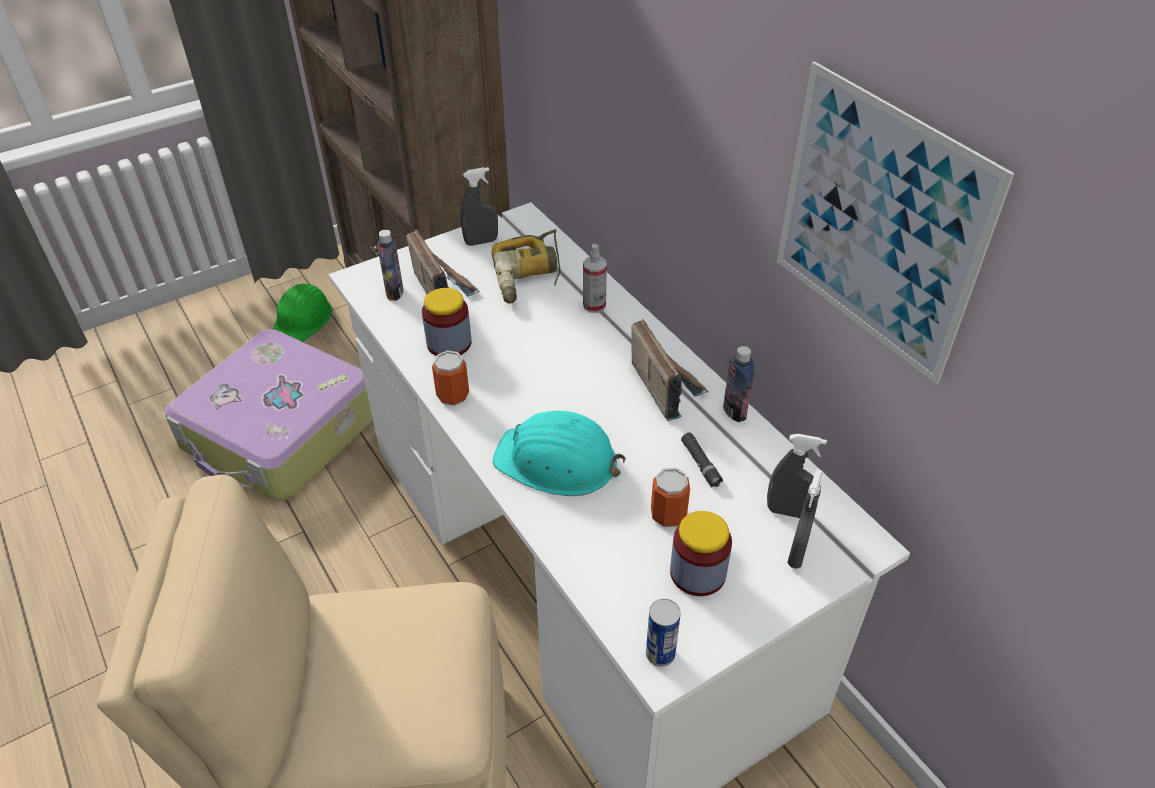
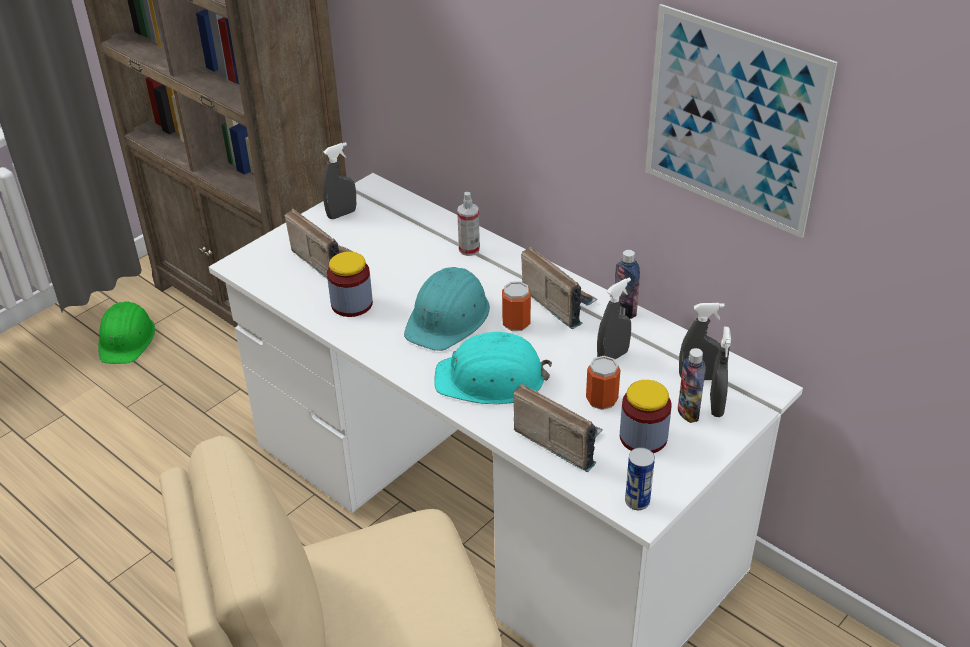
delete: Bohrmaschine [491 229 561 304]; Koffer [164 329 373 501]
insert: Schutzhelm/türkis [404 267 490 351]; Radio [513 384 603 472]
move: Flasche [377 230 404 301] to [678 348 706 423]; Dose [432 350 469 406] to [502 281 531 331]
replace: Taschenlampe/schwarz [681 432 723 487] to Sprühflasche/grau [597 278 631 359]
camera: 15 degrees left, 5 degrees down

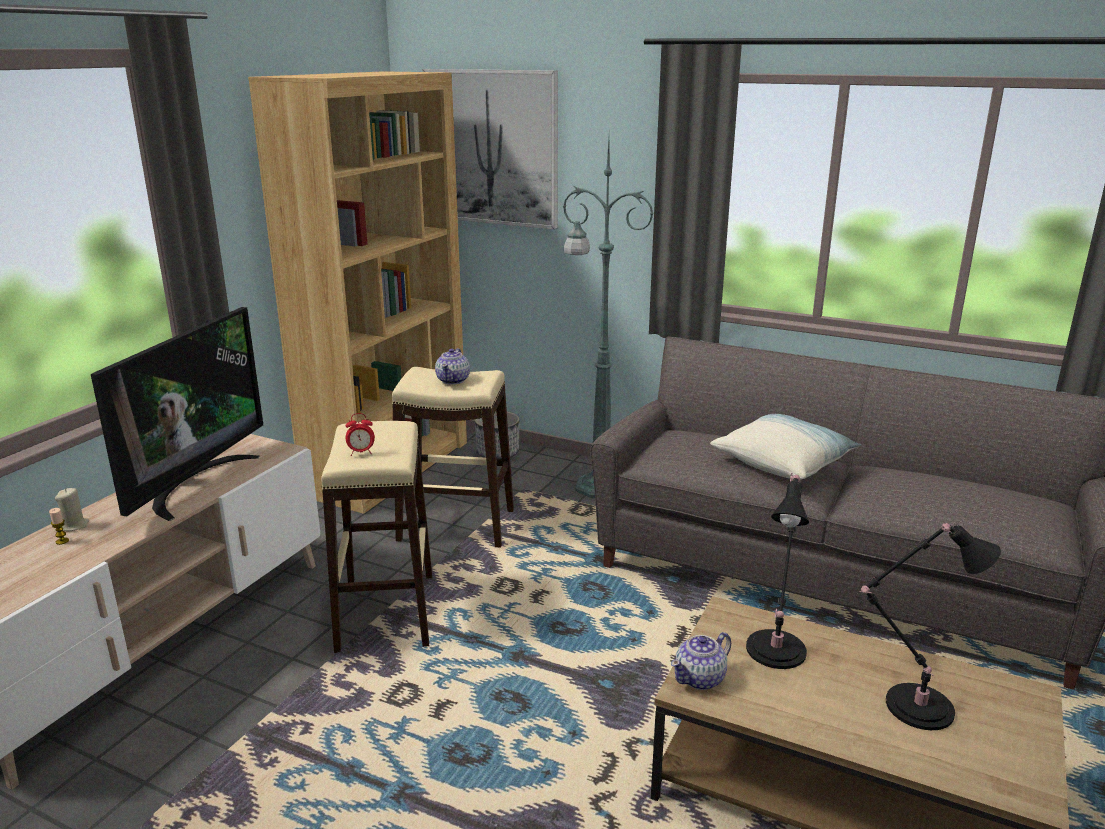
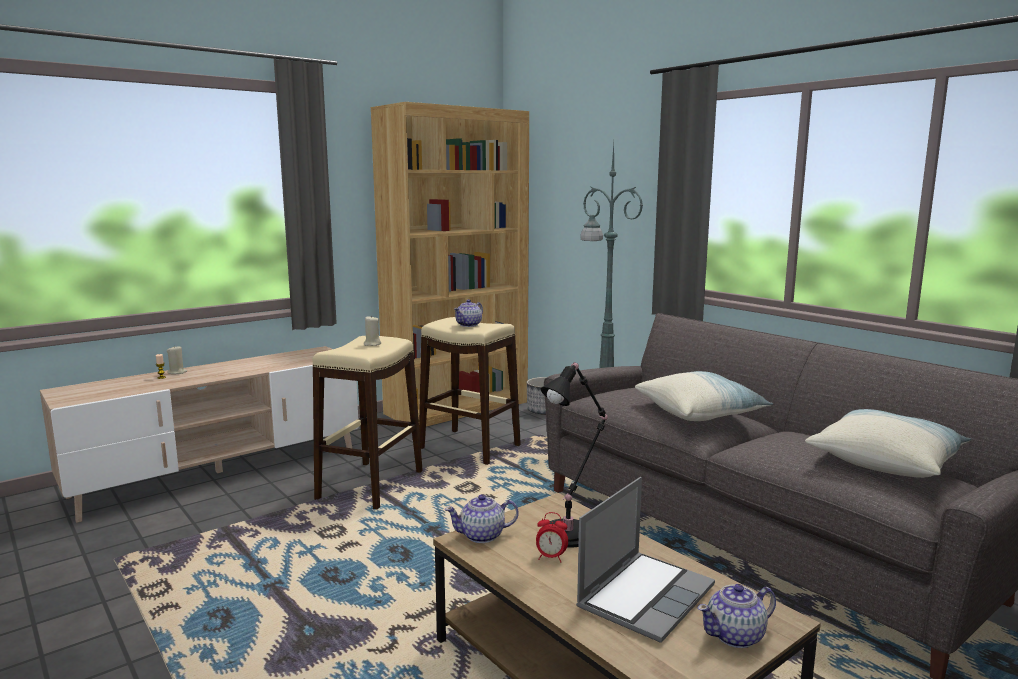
delete: Bild [422 69 558 230]; Fernseher [91 307 263 521]
insert: Kerze/beige [364 315 381 346]; Kissen [805 409 971 478]; Teekanne [697 584 776 648]
move: Wecker [346 413 375 456] to [536 512 568 563]
replace: Tischlampe/schwarz [860 523 1001 730] to Laptop [576 477 715 643]
camera: 25 degrees right, 10 degrees down

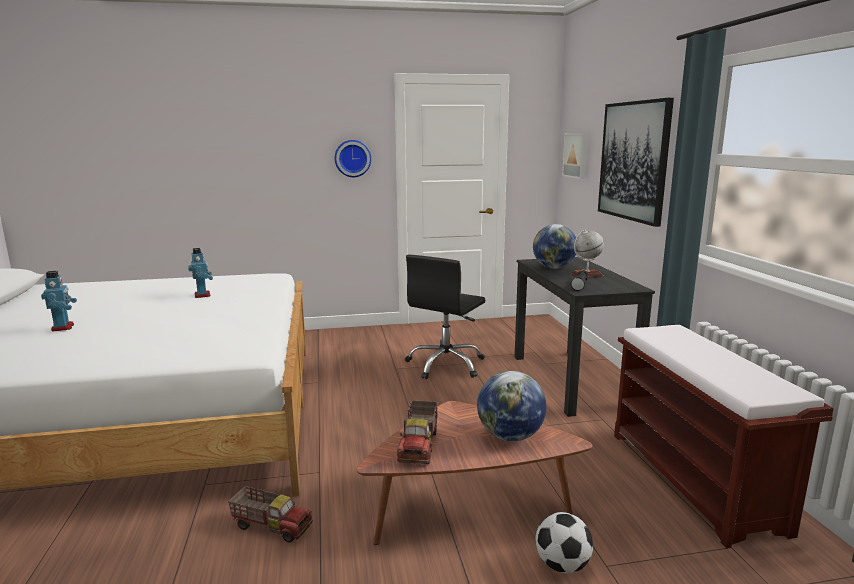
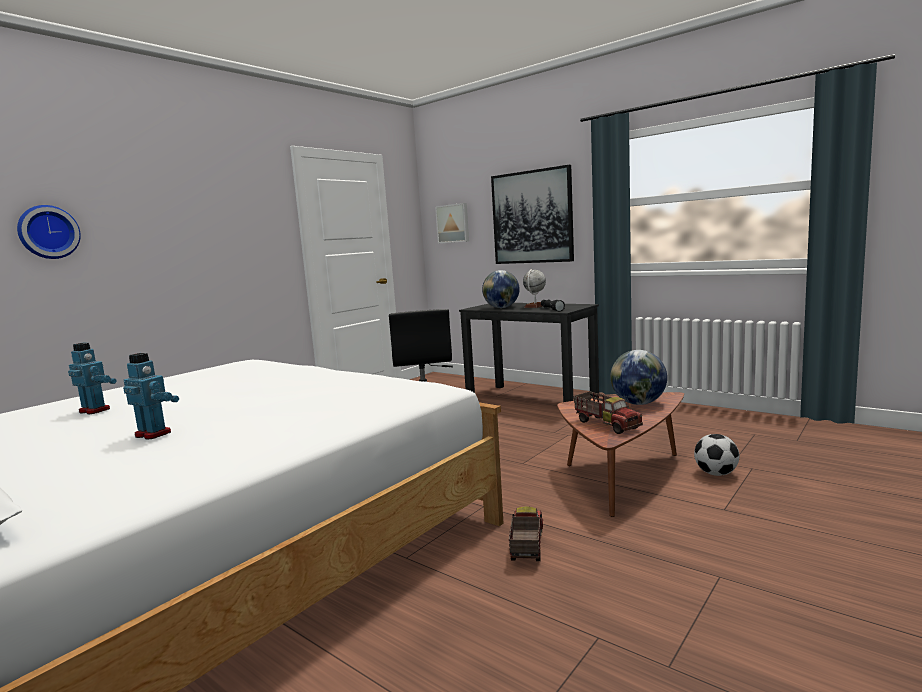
delete: Bank/braun [614 325 834 548]
move: Wanduhr [335 140 371 177] to [17 205 81 259]; Spielzeugroboter [188 248 213 298] to [68 343 117 414]
rotate: Spielzeuglaster [228 486 313 542] = [509 506 543 561] 60 degrees counterclockwise
camera: 40 degrees left, 5 degrees down

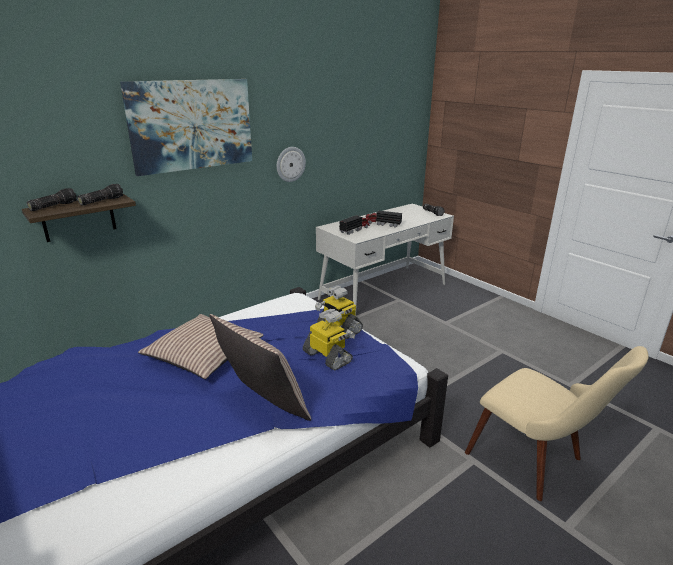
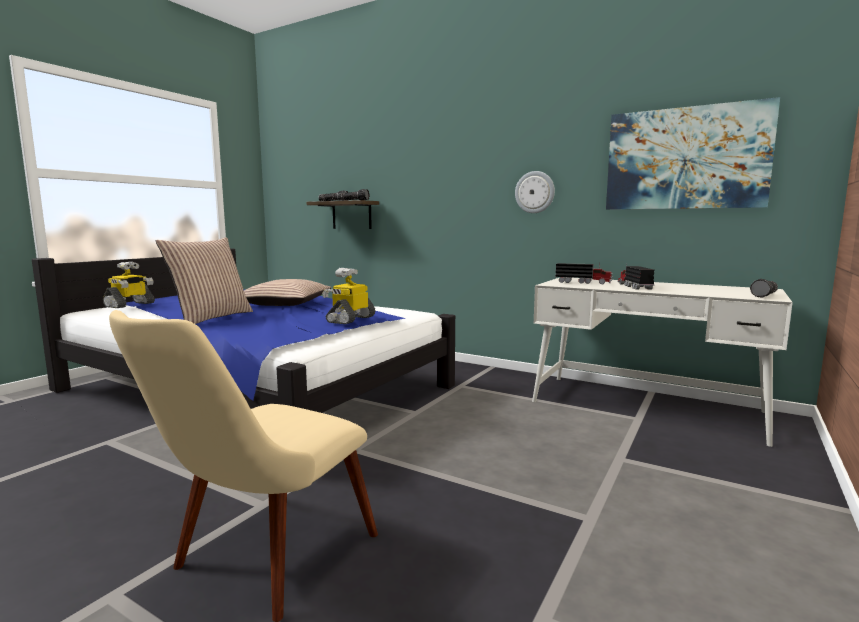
move: Bild [120 79 252 176] to [606 97 780 210]; Spielzeugroboter [303 309 355 370] to [103 262 155 308]
camera: 70 degrees right, 15 degrees down

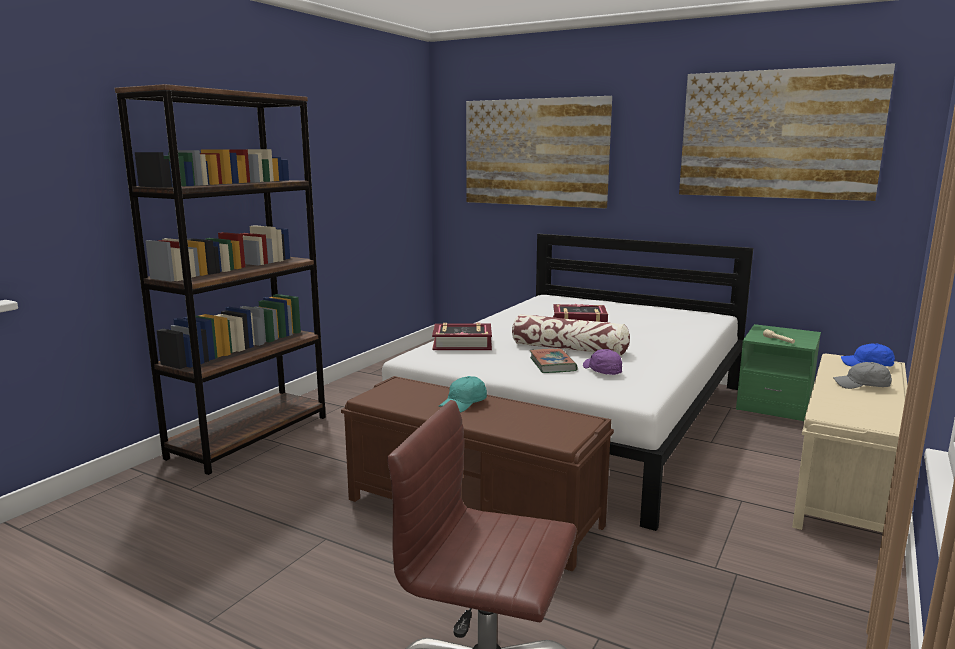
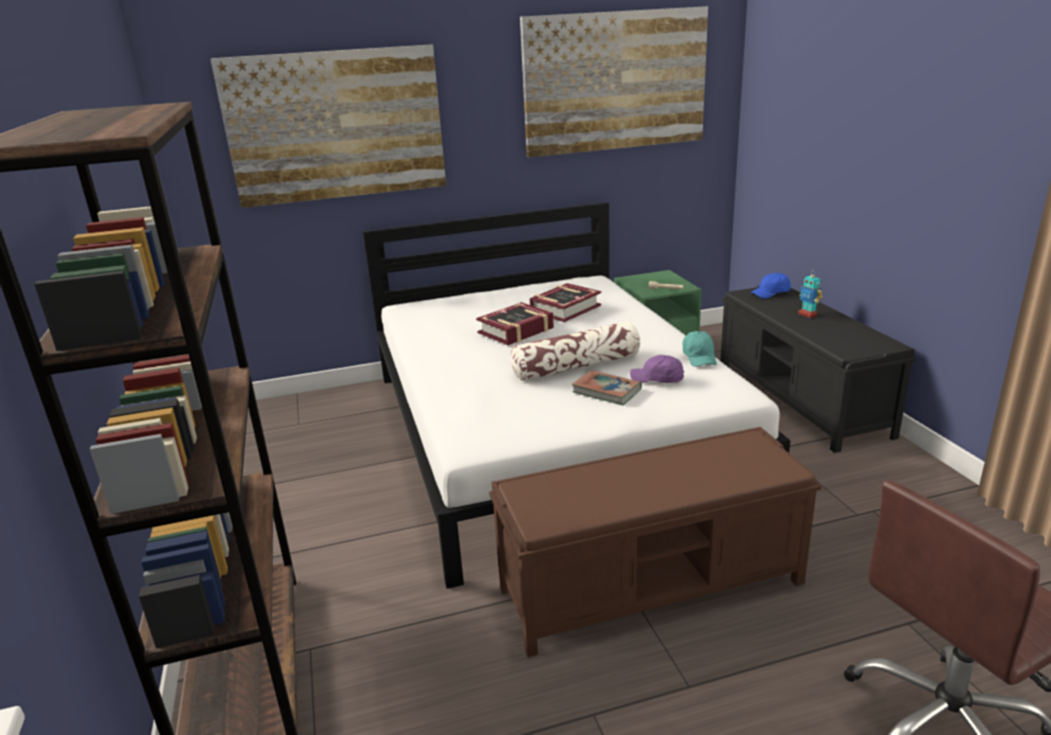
move: Buch [432 323 492 350] to [530 283 601 322]; Kappe/türkis [439 376 487 413] to [683 331 717 367]
replace: Kappe/grau [833 362 892 389] to Spielzeugroboter [798 270 822 318]
recolor: Bank/beige [792 354 907 533] to Bank/schwarz [720 286 916 453]
camera: 45 degrees left, 10 degrees up

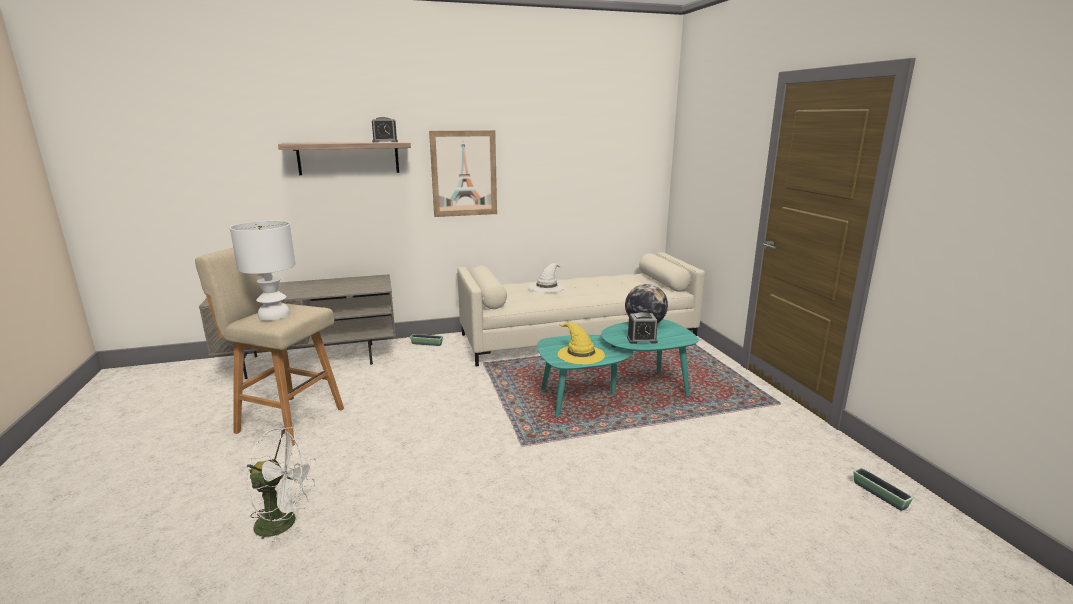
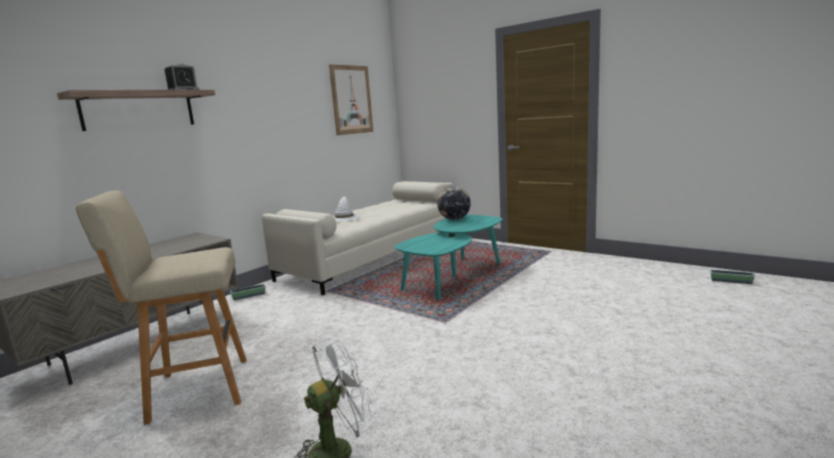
delete: Tischlampe/weiß [230 221 295 321]; Wecker [627 312 658 344]; Hut/gelb [557 322 605 365]
move: Bild [429 130 497 217] to [329 64 373 135]; Pflanzkübel [854 468 913 511] to [710 270 755 284]
camera: 35 degrees left, 5 degrees down

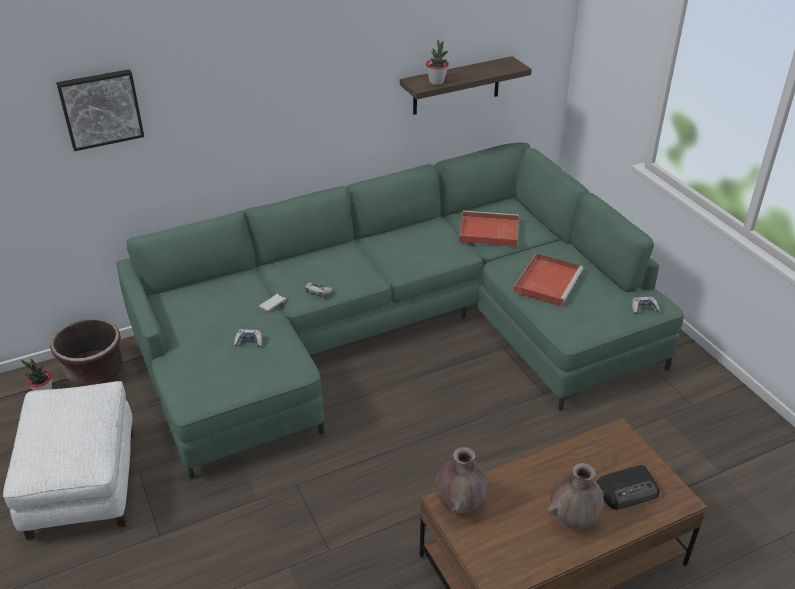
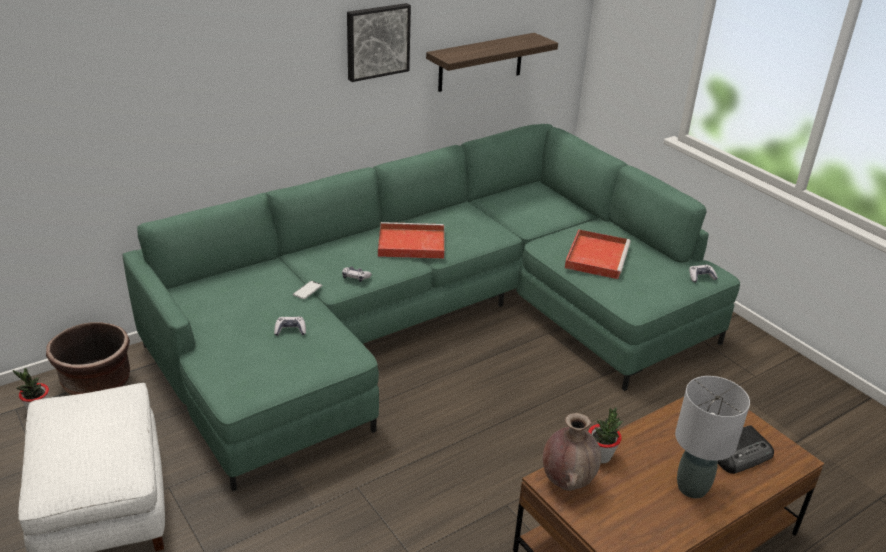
move: Topfpflanze [426 40 449 85] to [588 407 624 464]; Bild [56 69 144 151] to [347 3 411 82]; Tablett/rot [459 210 519 247] to [378 222 445 259]
replace: Vase/braun [547 463 604 529] to Tischlampe/grau [675 376 750 498]
camera: 10 degrees left, 5 degrees down

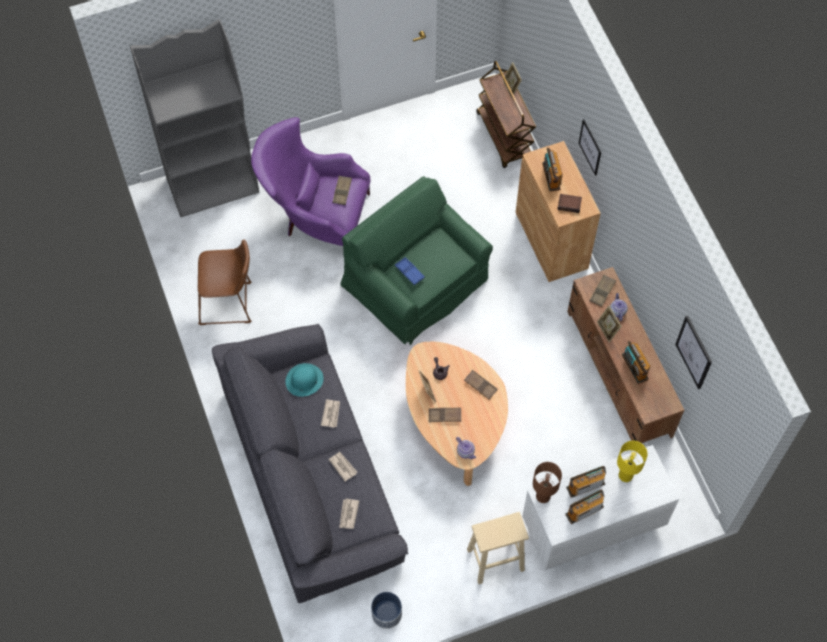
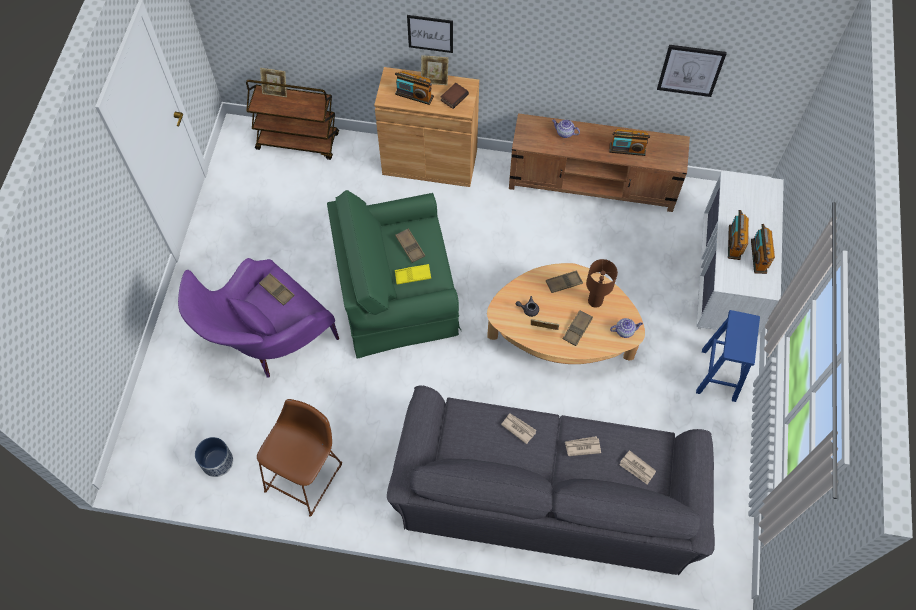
delete: Bücherregal/grau [130 19 259 217]; Hut/türkis [285 363 324 397]; Tischlampe/gelb [617 441 647 482]
move: Tablett/braun [589 275 616 307] to [395 228 425 263]; Bilderrahmen [597 306 622 342] to [421 55 449 85]; Tischlampe/braun [533 462 562 503] to [586 259 618 308]; Pflanzkübel [371 592 402 629] to [195 437 233 477]
recolor: Tablett/blau [395 257 425 285] to Tablett/gelb [395 264 431 285]; Hocker/beige [467 512 529 584] to Hocker/blau [696 310 760 402]
camera: 60 degrees left, 0 degrees up

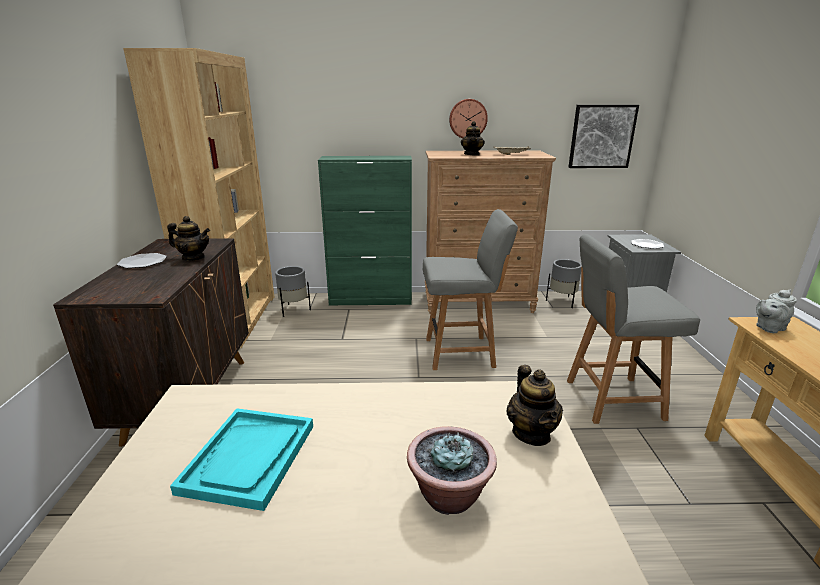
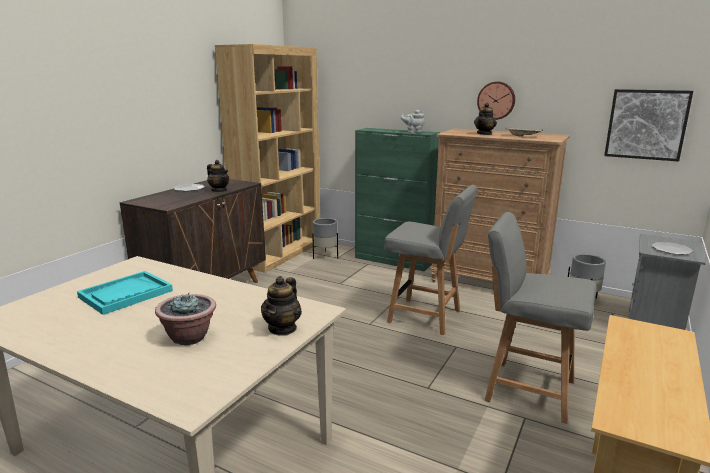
move: Teekanne/grau [756 290 797 333] to [401 110 425 133]
camera: 30 degrees right, 5 degrees down

